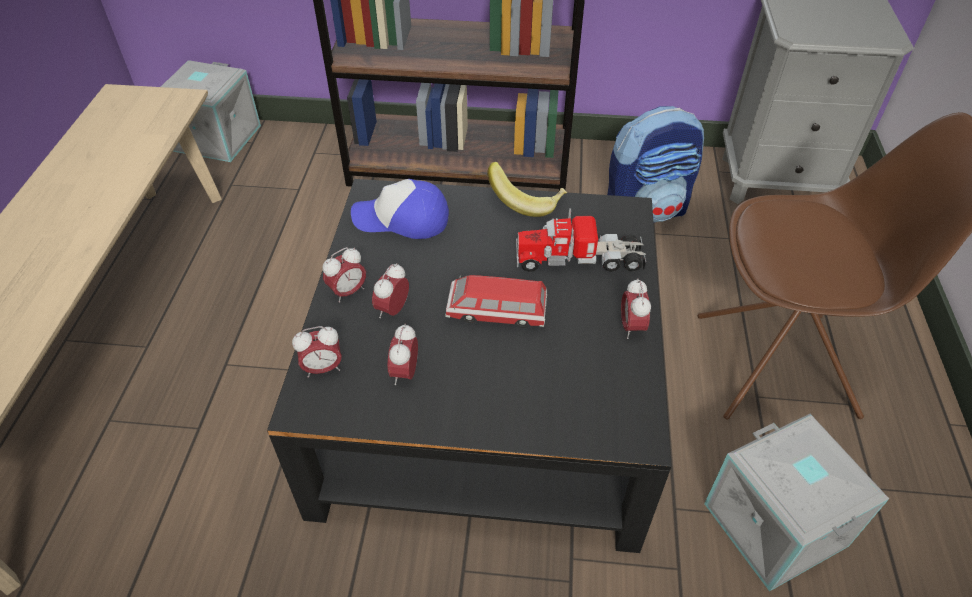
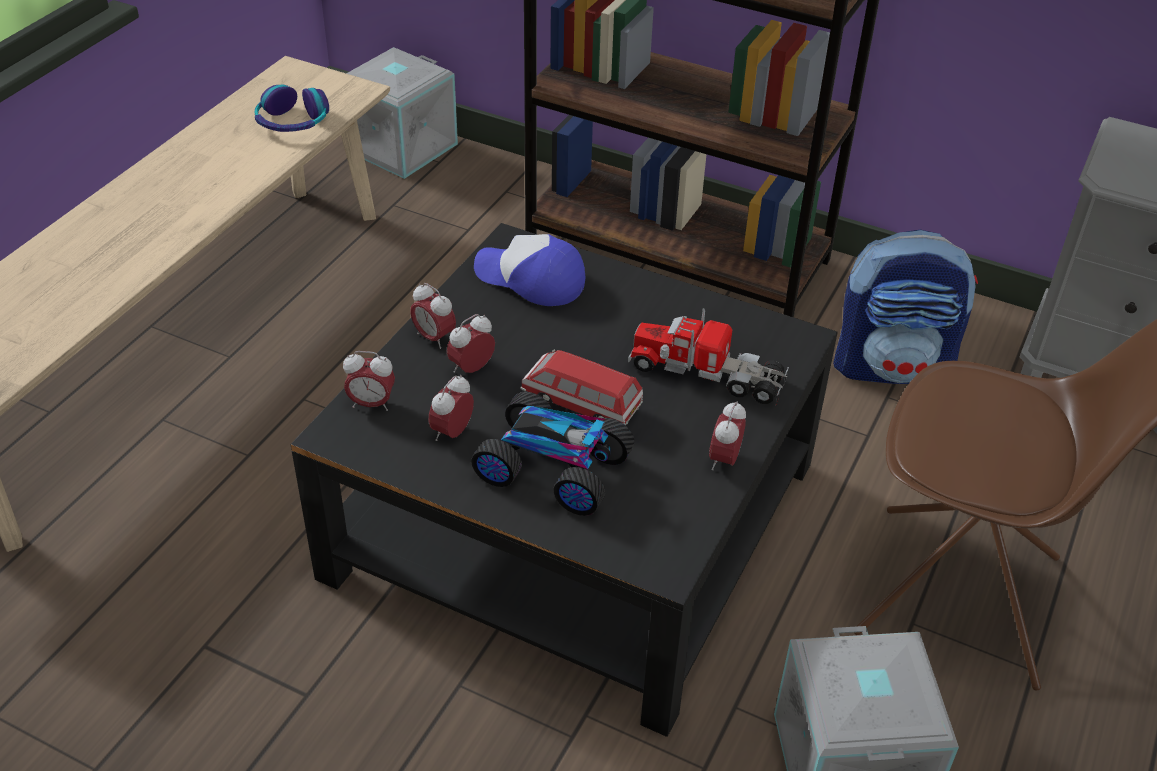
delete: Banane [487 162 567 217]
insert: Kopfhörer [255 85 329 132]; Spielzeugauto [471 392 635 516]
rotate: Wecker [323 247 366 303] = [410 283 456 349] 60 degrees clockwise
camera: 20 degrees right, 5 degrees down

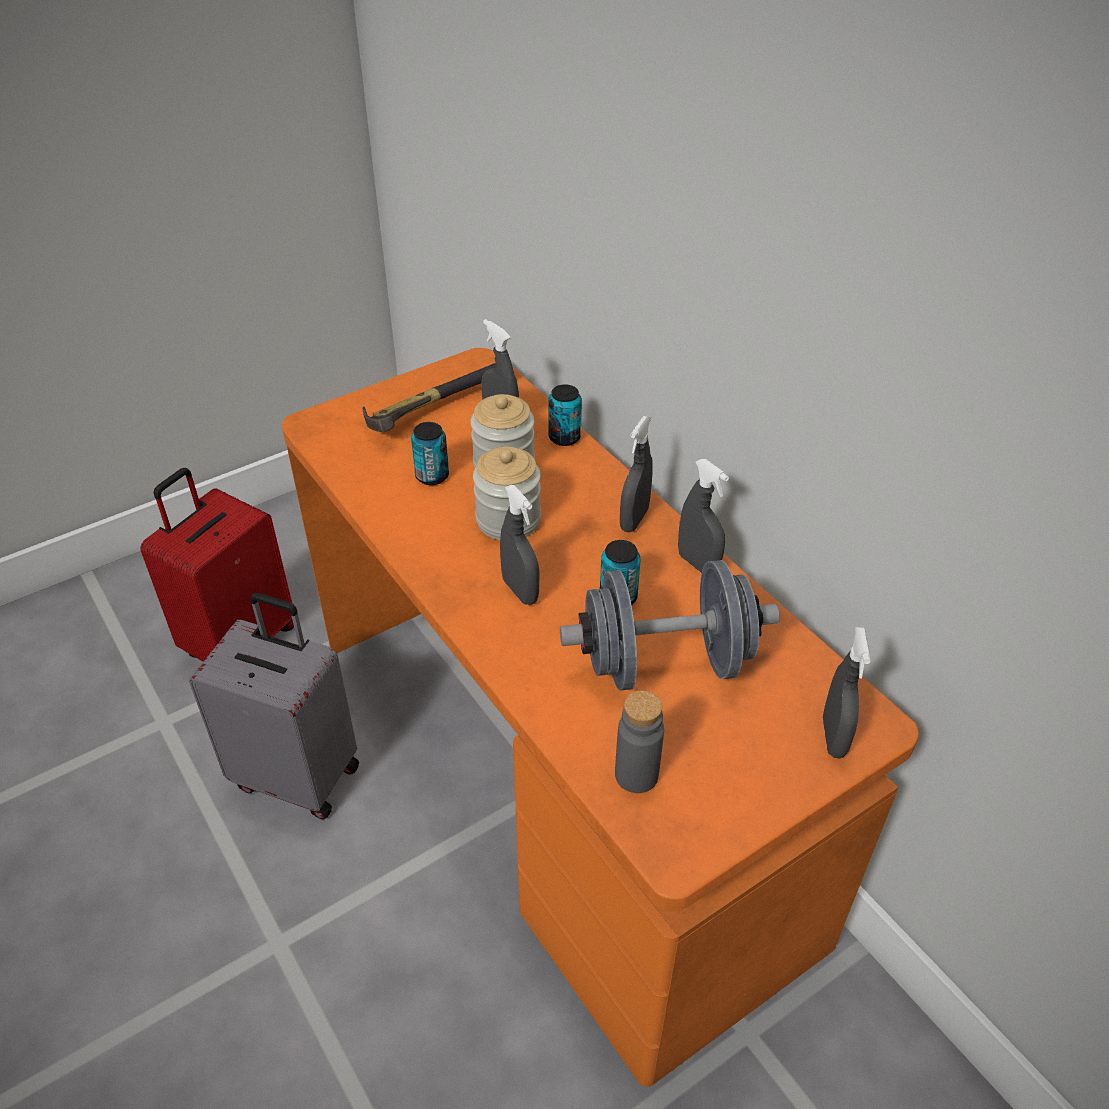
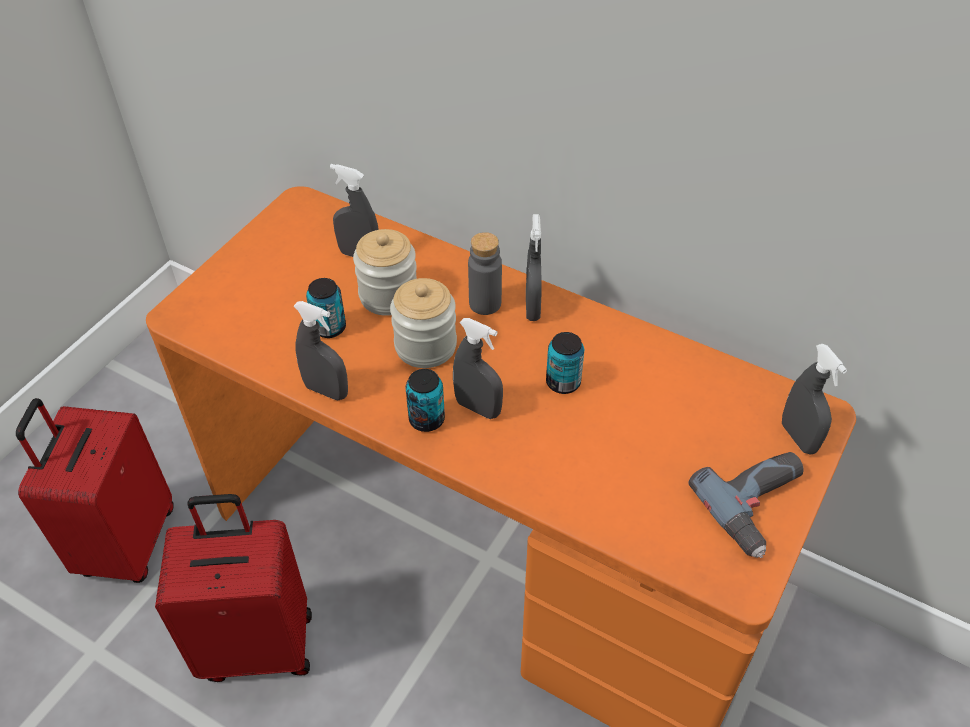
delete: Hammer [363 363 496 432]; Hantel/grau [560 560 780 691]
insert: Bohrmaschine [688 452 804 558]
move: Dose [548 384 582 446] to [405 369 445 432]; Sprühflasche/grau [678 459 729 573] to [294 301 348 400]; Flasche/grau [615 690 664 793] to [468 232 502 315]
recolor: Koffer/grau [189 593 359 820] to Koffer/rot [155 494 312 682]
camera: 25 degrees left, 5 degrees up

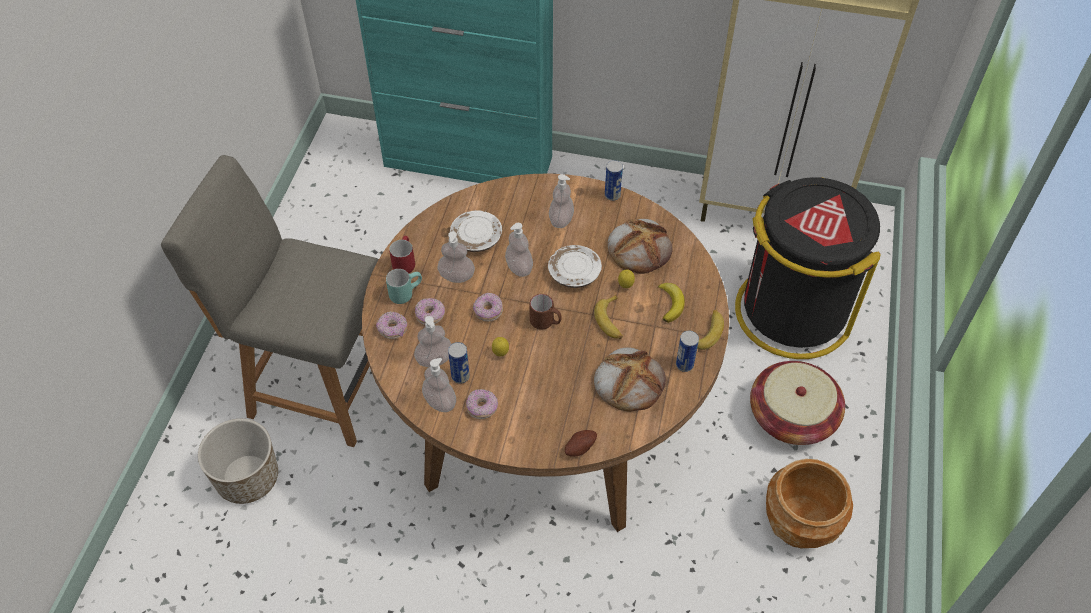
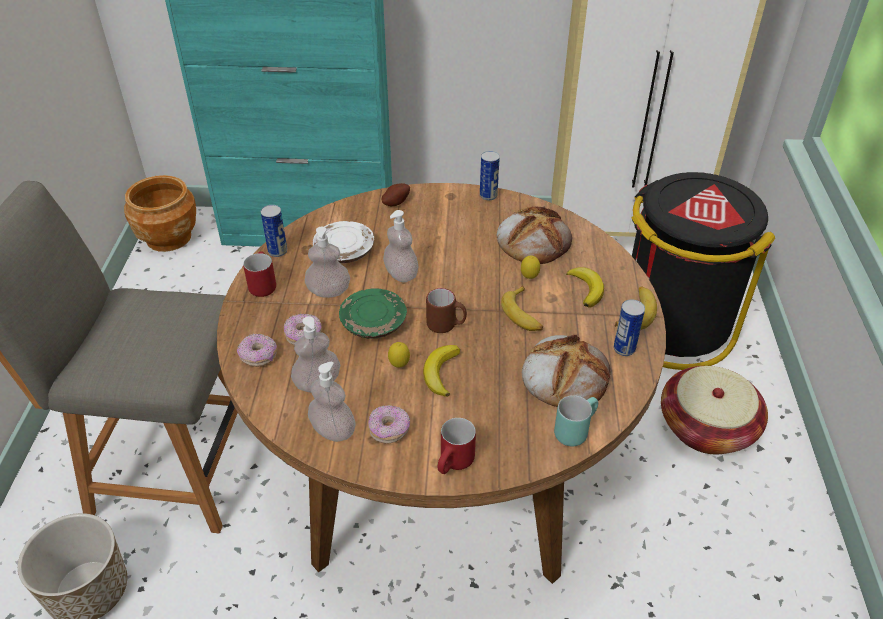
delete: Seifenspender [549 174 574 228]; Teller/weiß [548 245 602 288]
insert: Banane [423 345 460 397]; Henkelbecher/rot [437 418 476 474]
move: Henkelbecher/türkis [386 269 422 304] to [554 395 598 446]; Dose [448 342 470 384] to [261 205 287 257]; Kartoffel [565 430 597 457] to [381 183 410 207]; Pflanzkübel/braun [766 459 853 548] to [124 175 196 252]
replace: Donut [473 293 503 322] to Teller/grün [339 288 407 339]
camera: 10 degrees left, 10 degrees down

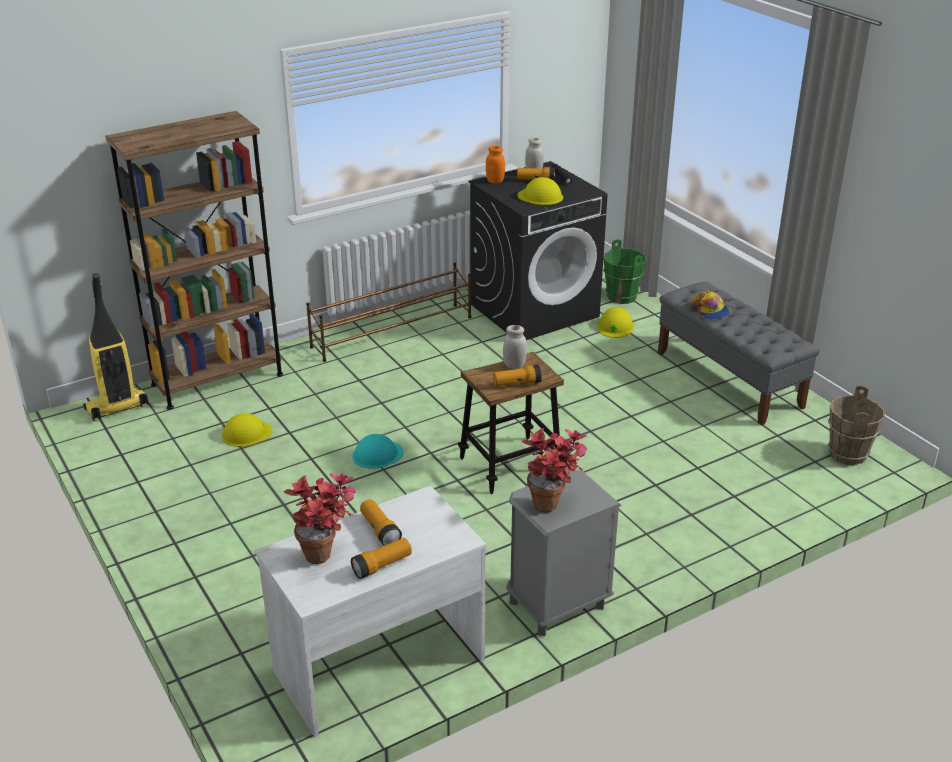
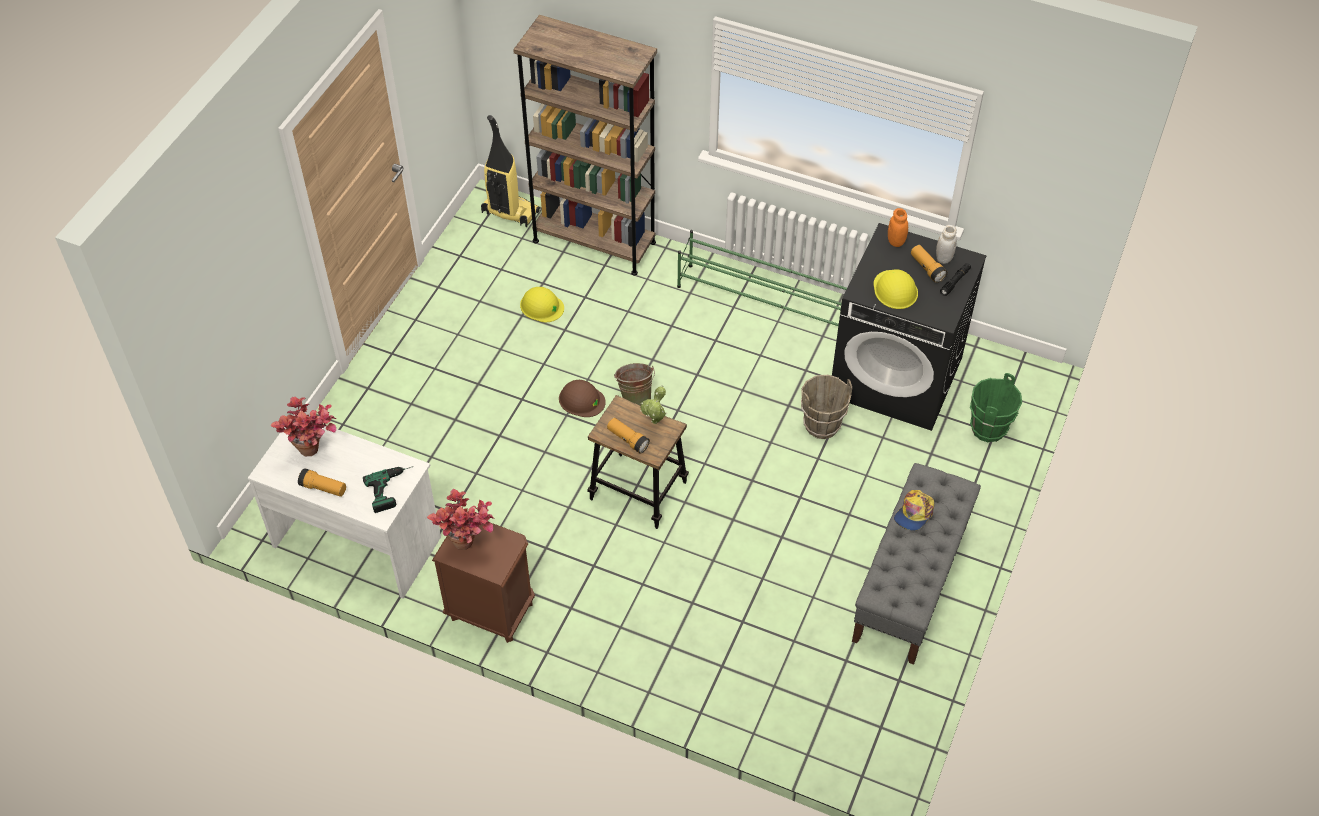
delete: Schutzhelm/gelb [598 307 634 338]; Taschenlampe [360 499 402 546]
insert: Eimer/grün [614 363 655 406]; Bohrmaschine [363 467 412 513]
move: Eimer/braun [828 385 885 465] to [801 375 852 439]
replace: Vorratsglas/weiß [503 325 527 369] to Topfpflanze [640 386 667 424]
recolor: Schuhregal/braun [306 262 471 362] to Schuhregal/grün [677 230 847 326]; Schutzhelm/türkis [352 434 404 469] to Schutzhelm/braun [559 380 606 417]; Nachttisch/grau [506 470 621 636] to Nachttisch/braun [432 523 535 643]
camera: 55 degrees right, 20 degrees up

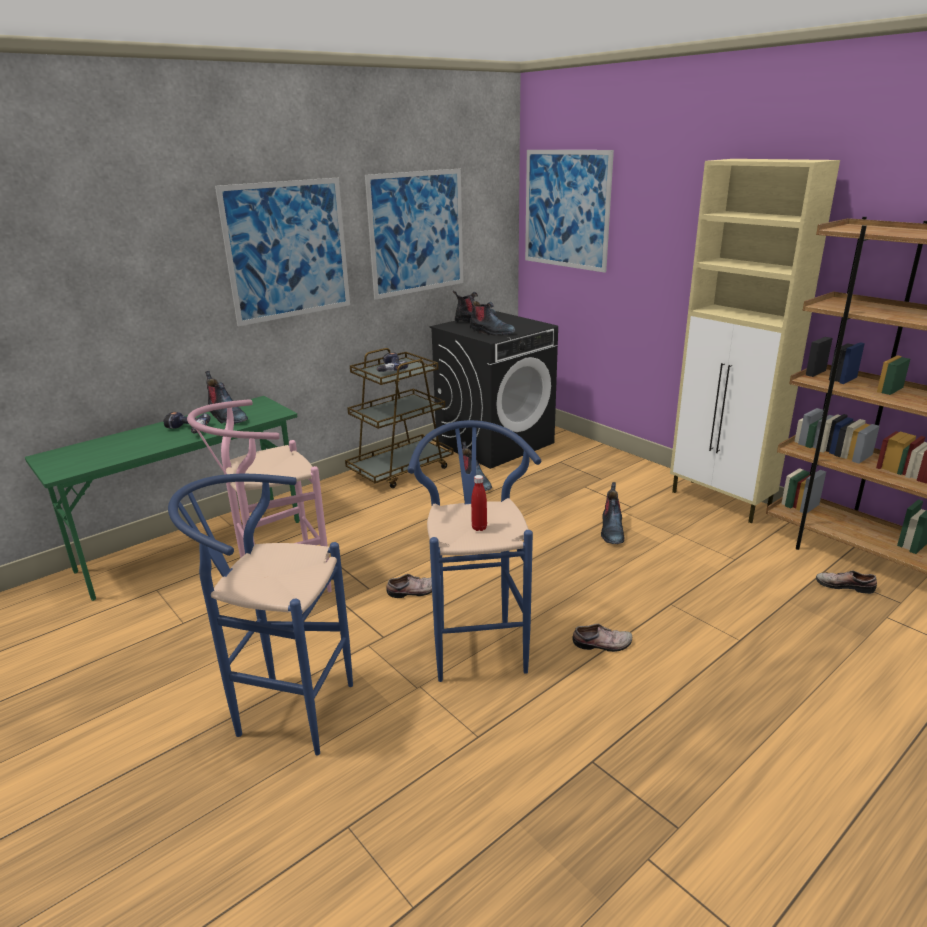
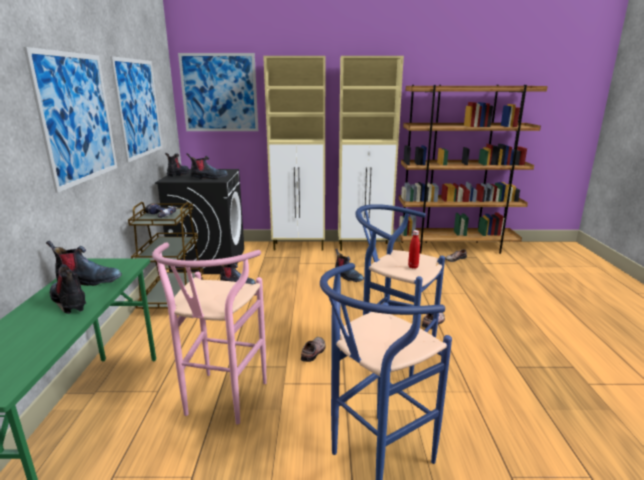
insert: Schrank/beige [263 56 325 250]
replace: Bohrmaschine [164 412 210 433] to Stiefel [50 264 86 314]
camera: 50 degrees left, 5 degrees down

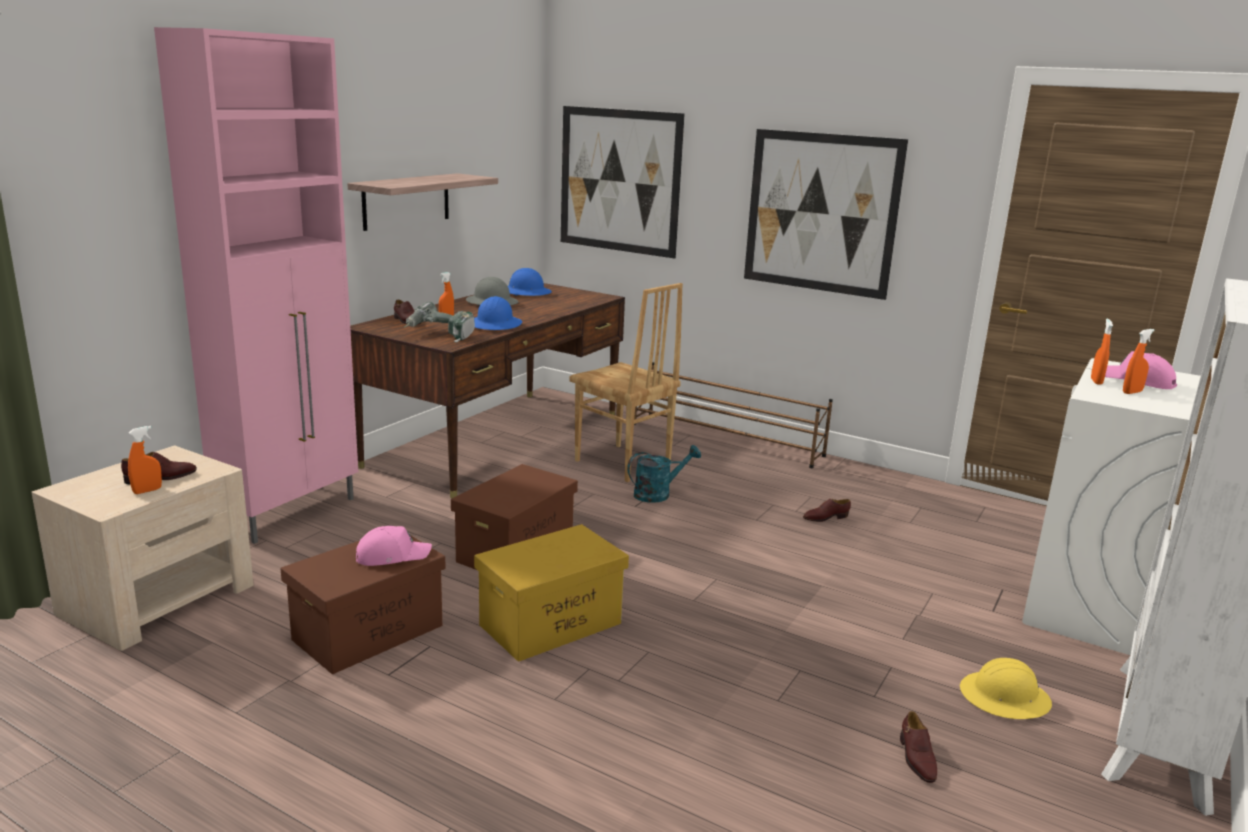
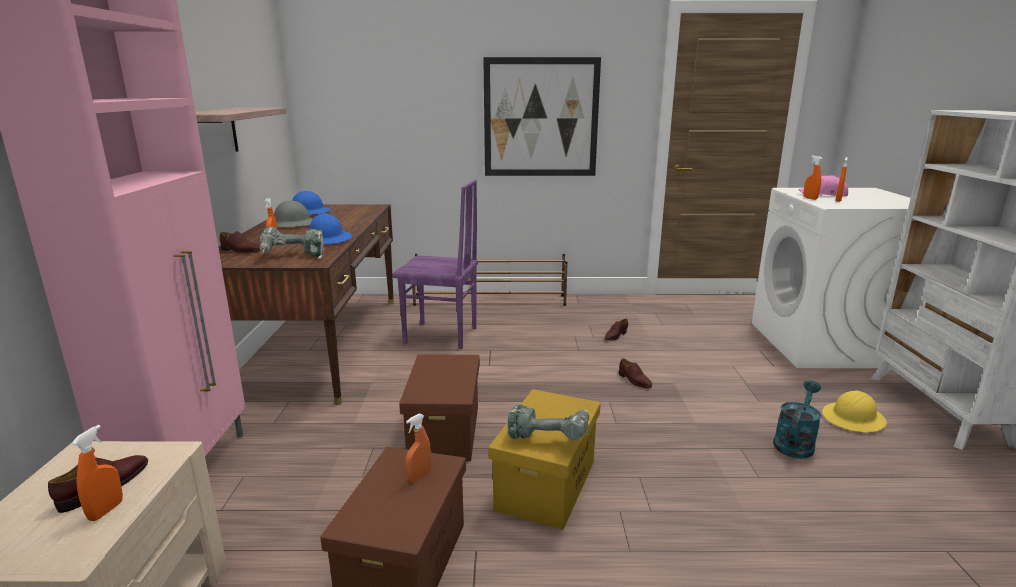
delete: Bild [561 106 684 259]
insert: Bohrmaschine [507 405 589 440]
move: Gießkanne/türkis [627 445 701 503] to [773 380 822 458]; Schuh/braun [900 711 937 783] to [619 358 652 388]
replace: Kappe/rosa [356 526 432 566] to Sprühflasche/orange [405 414 431 483]
recolor: Stuhl/braun [569 283 683 482] to Stuhl/lila [392 180 478 349]
camera: 30 degrees left, 0 degrees up

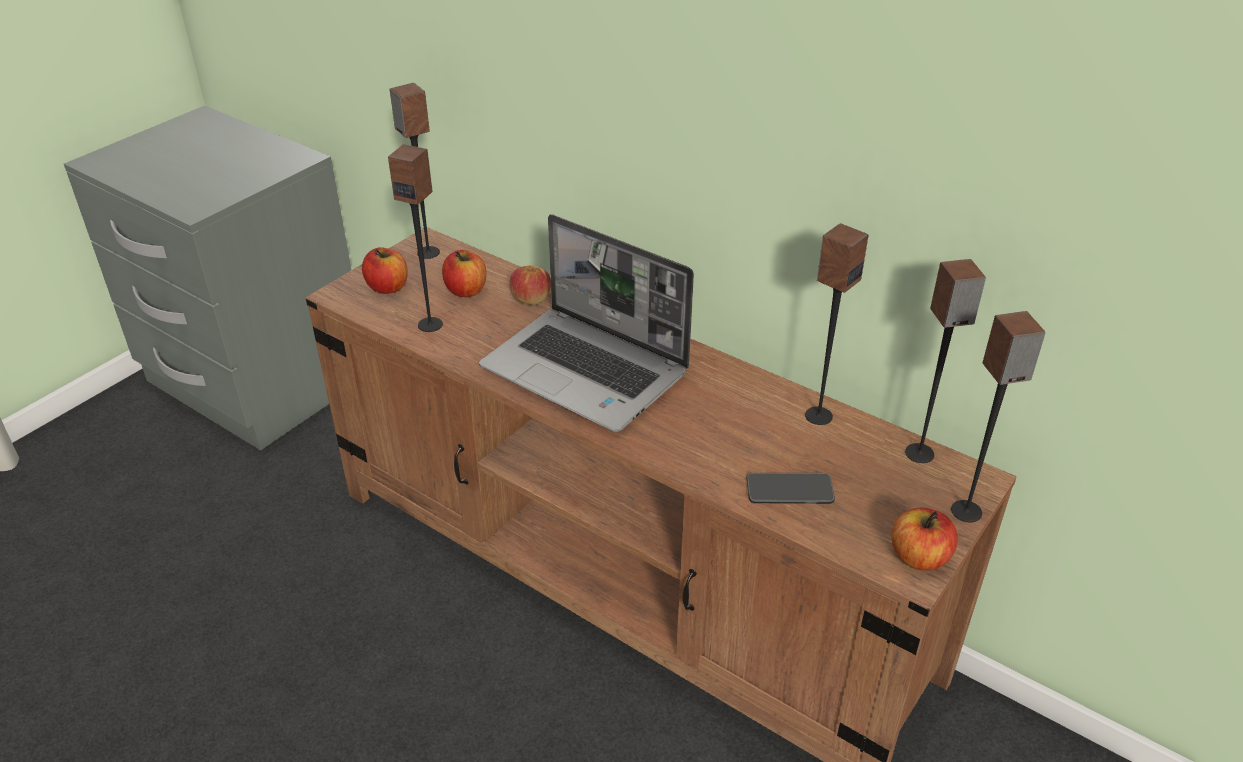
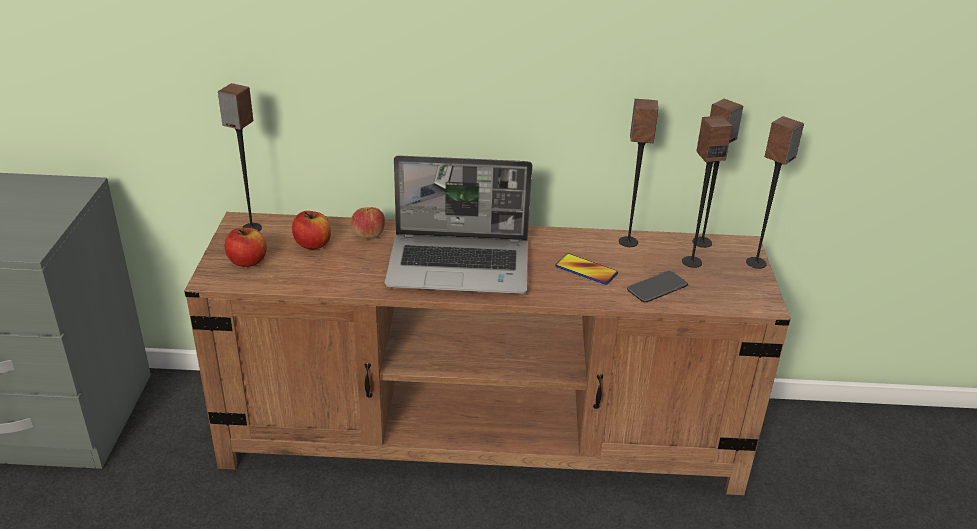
delete: Apfel [892 508 958 570]
insert: Handy [555 253 618 285]
move: Lautsprecher [388 144 443 332] to [682 116 732 268]
camera: 35 degrees left, 5 degrees down

